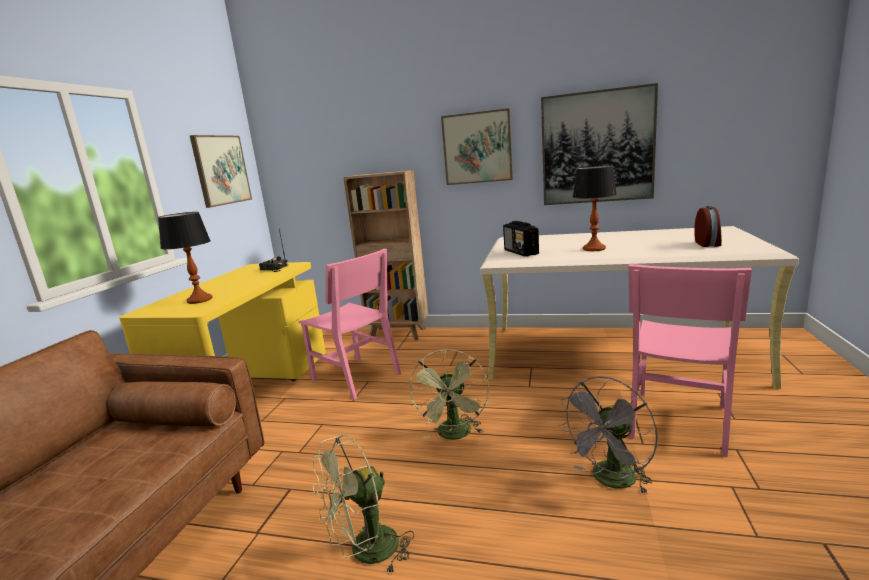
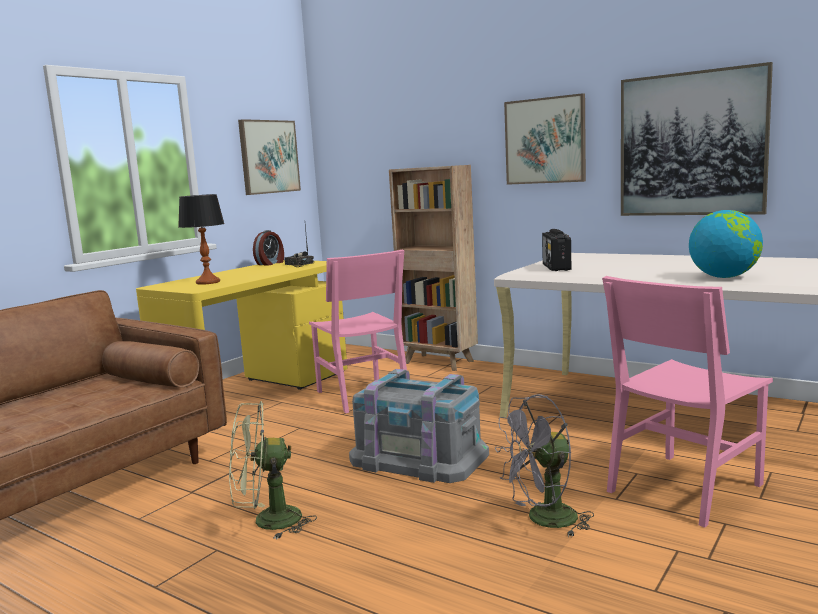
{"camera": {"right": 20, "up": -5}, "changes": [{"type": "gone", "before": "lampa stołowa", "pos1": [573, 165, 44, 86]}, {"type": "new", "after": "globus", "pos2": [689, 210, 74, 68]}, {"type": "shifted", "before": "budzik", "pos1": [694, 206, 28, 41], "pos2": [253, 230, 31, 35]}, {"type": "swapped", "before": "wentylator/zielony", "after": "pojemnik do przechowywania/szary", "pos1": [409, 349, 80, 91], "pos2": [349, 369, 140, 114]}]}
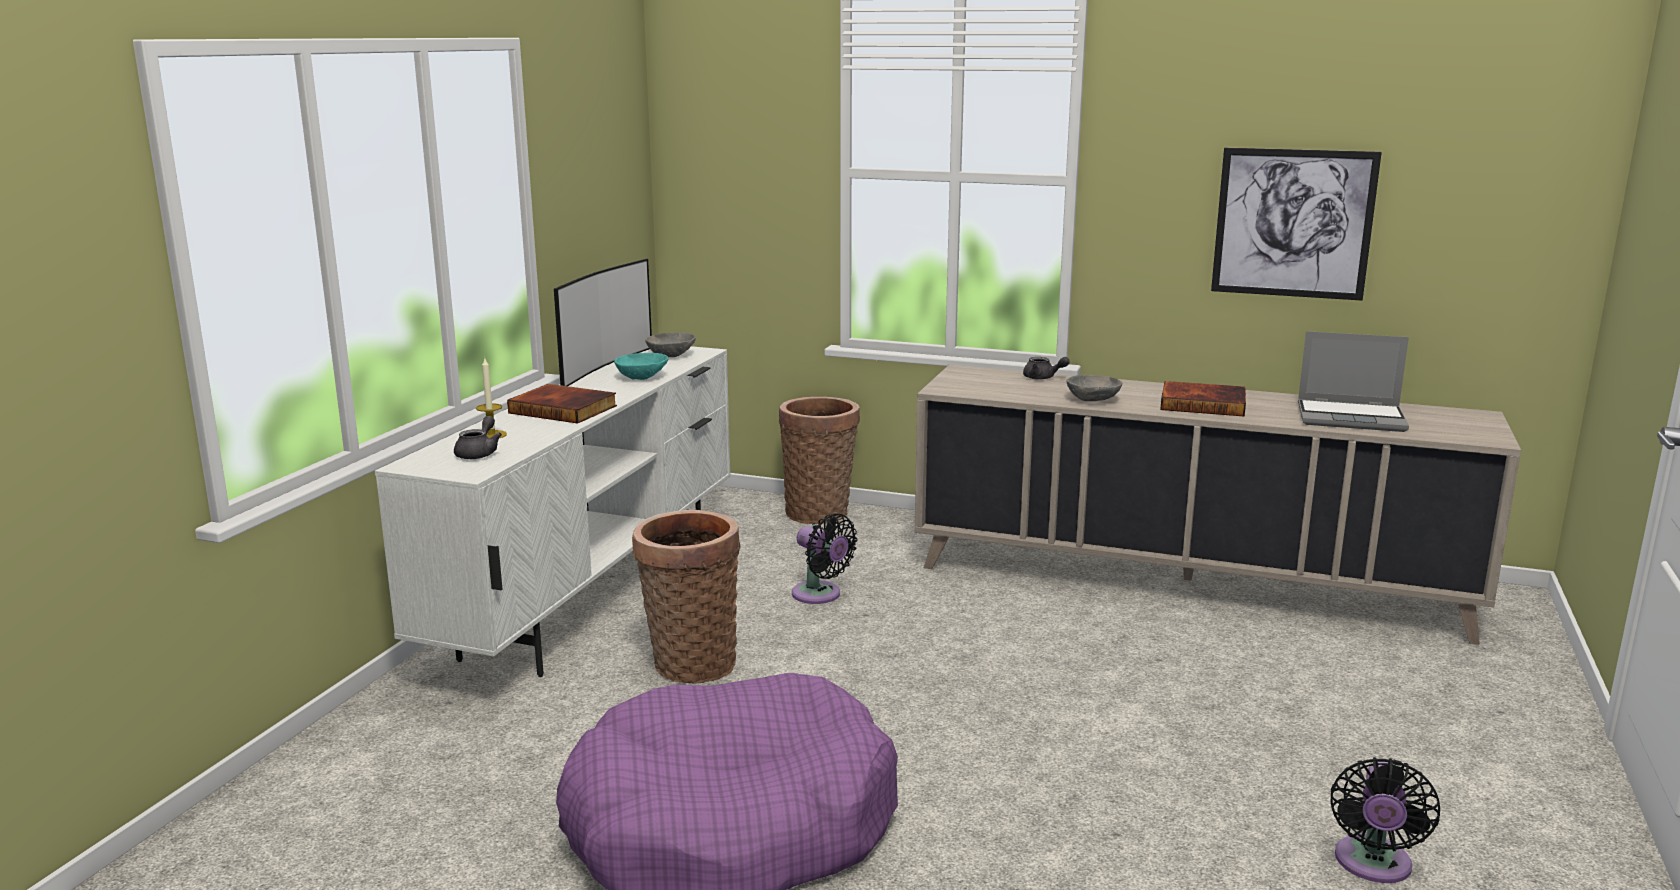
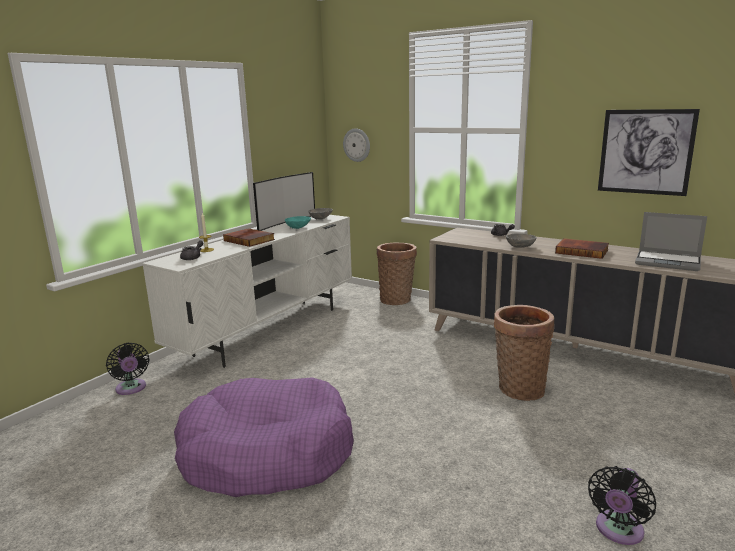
{"camera": {"right": 15, "up": 0}, "changes": [{"type": "new", "after": "zegar ścienny", "pos2": [343, 128, 27, 34]}, {"type": "shifted", "before": "koszyk", "pos1": [632, 510, 109, 174], "pos2": [494, 305, 60, 96]}, {"type": "shifted", "before": "wentylator/czarny", "pos1": [792, 513, 65, 91], "pos2": [106, 343, 44, 52]}]}
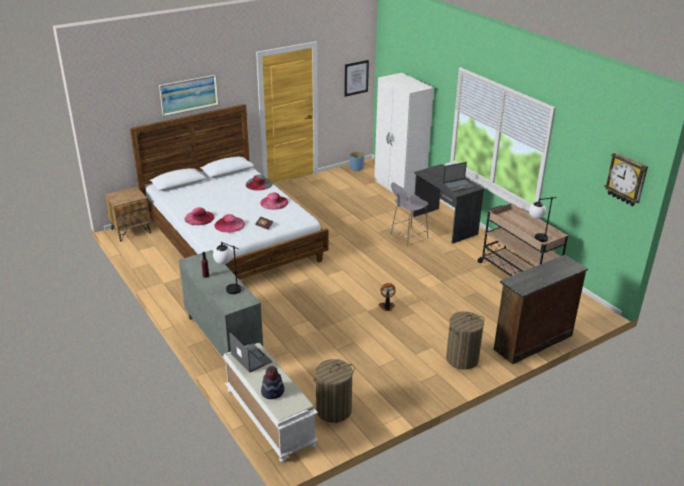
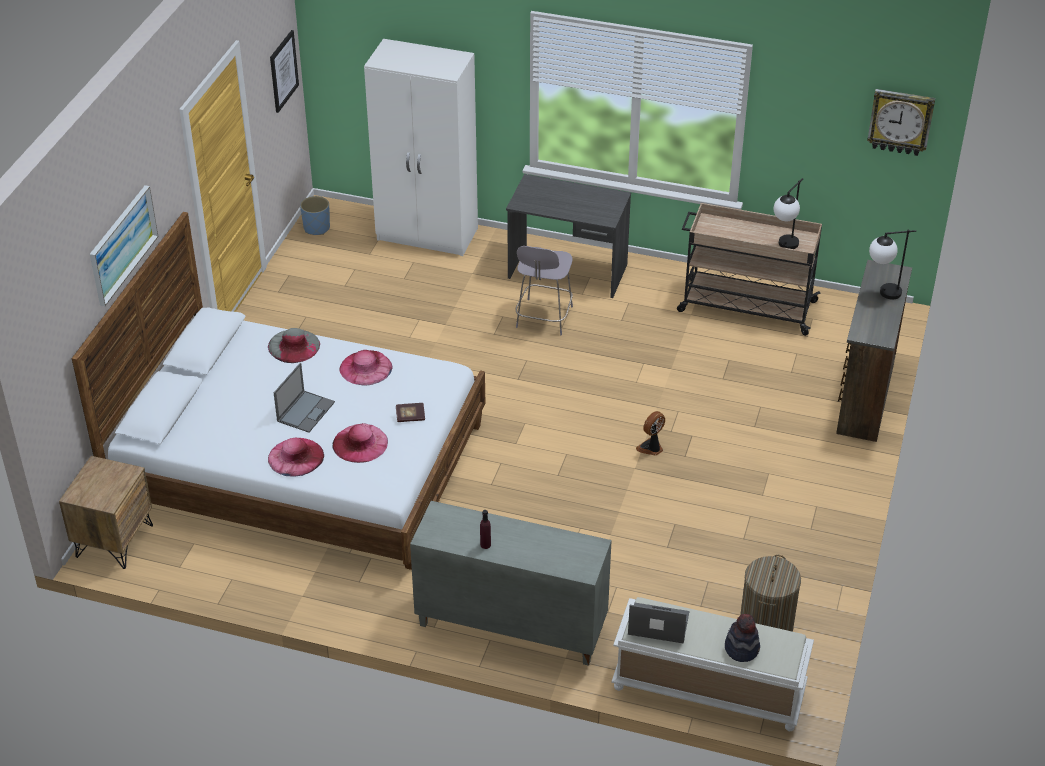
{"camera": {"right": -40, "up": 10}, "changes": [{"type": "gone", "before": "kosz na pranie", "pos1": [446, 311, 38, 59]}, {"type": "shifted", "before": "lampa stołowa", "pos1": [213, 242, 28, 52], "pos2": [869, 230, 47, 70]}, {"type": "shifted", "before": "laptop", "pos1": [443, 162, 32, 30], "pos2": [274, 363, 61, 70]}]}
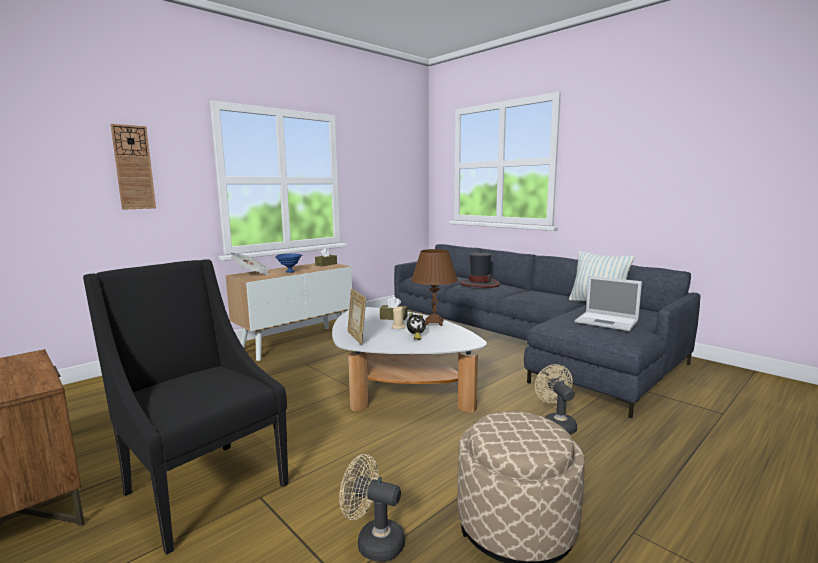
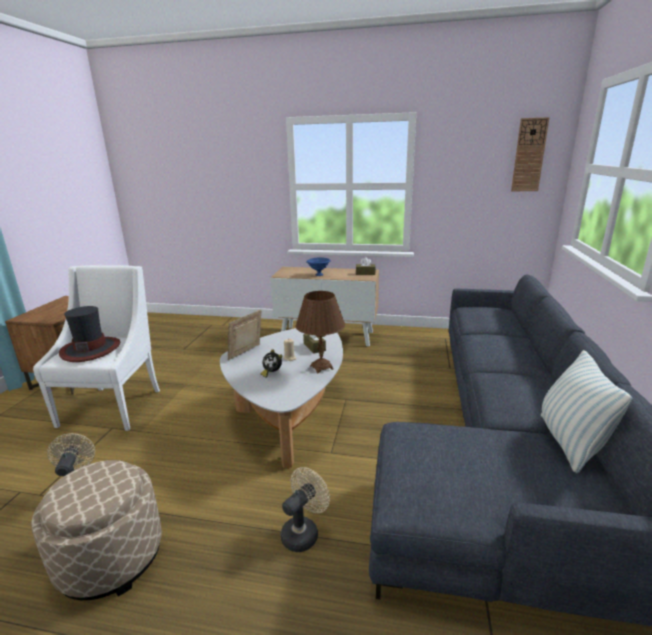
{"camera": {"right": 55, "up": 10}, "changes": [{"type": "gone", "before": "gazeta", "pos1": [230, 253, 39, 22]}, {"type": "gone", "before": "laptop", "pos1": [575, 276, 67, 55]}, {"type": "shifted", "before": "zegar ścienny", "pos1": [111, 124, 45, 86], "pos2": [511, 117, 39, 74]}, {"type": "shifted", "before": "kapelusz", "pos1": [460, 253, 40, 35], "pos2": [59, 306, 61, 56]}, {"type": "repainted", "before": "fotel/czarny", "after": "fotel/biały", "pos1": [83, 259, 205, 296], "pos2": [33, 265, 127, 166]}]}
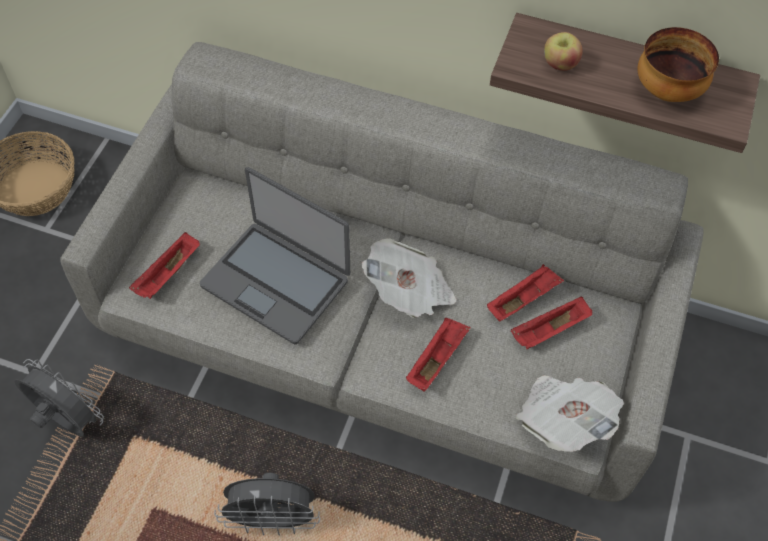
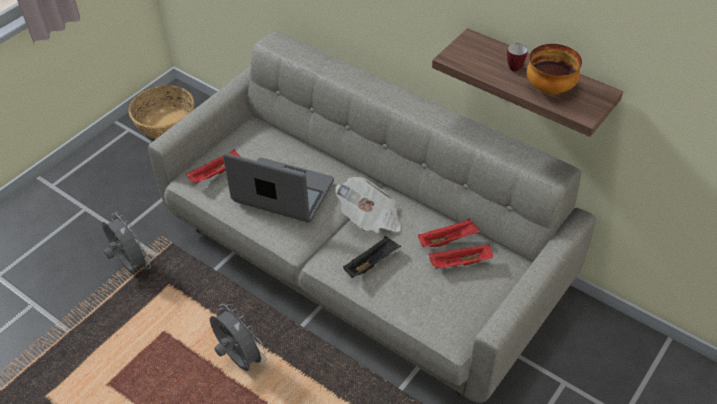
{"camera": {"right": 20, "up": -10}, "changes": [{"type": "gone", "before": "gazeta", "pos1": [515, 375, 109, 77]}, {"type": "gone", "before": "jabłko", "pos1": [544, 32, 39, 39]}, {"type": "new", "after": "kubek", "pos2": [507, 43, 21, 29]}, {"type": "repainted", "before": "taca/czerwony", "after": "taca/czarny", "pos1": [406, 318, 65, 74], "pos2": [343, 236, 58, 42]}, {"type": "rotated", "before": "laptop", "pos1": [200, 167, 150, 178], "pos2": [223, 153, 111, 70], "turn": 150}, {"type": "rotated", "before": "wentylator/szary", "pos1": [214, 473, 106, 63], "pos2": [210, 304, 57, 67], "turn": -150}]}
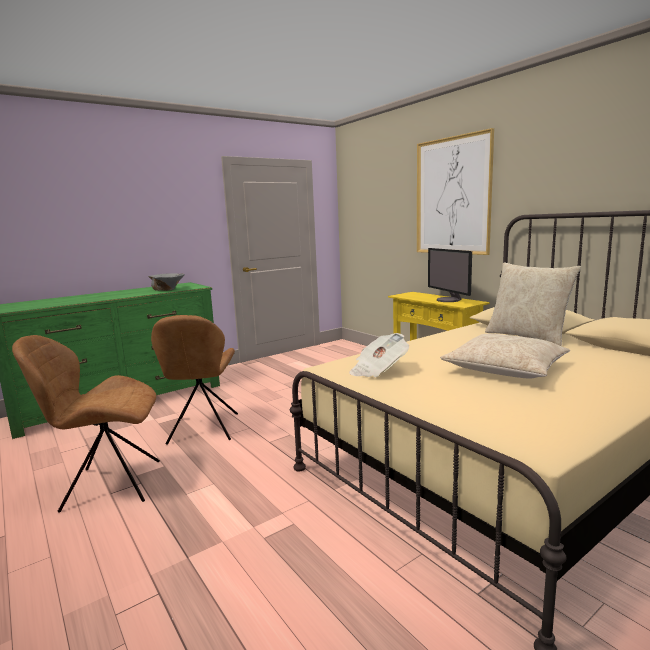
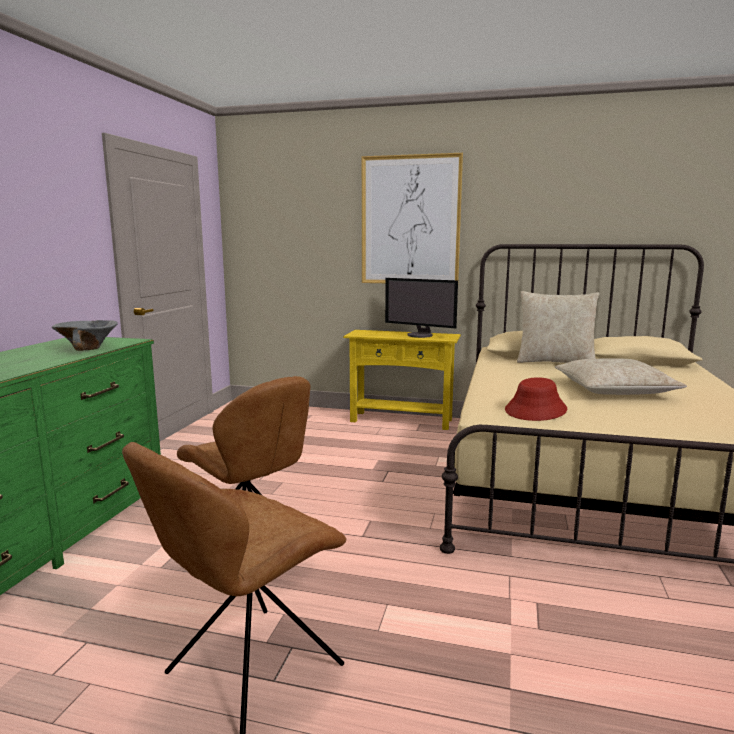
{"camera": {"right": -40, "up": 0}, "changes": [{"type": "swapped", "before": "gazeta", "after": "kapelusz/czerwony", "pos1": [349, 333, 60, 44], "pos2": [505, 377, 62, 44]}]}
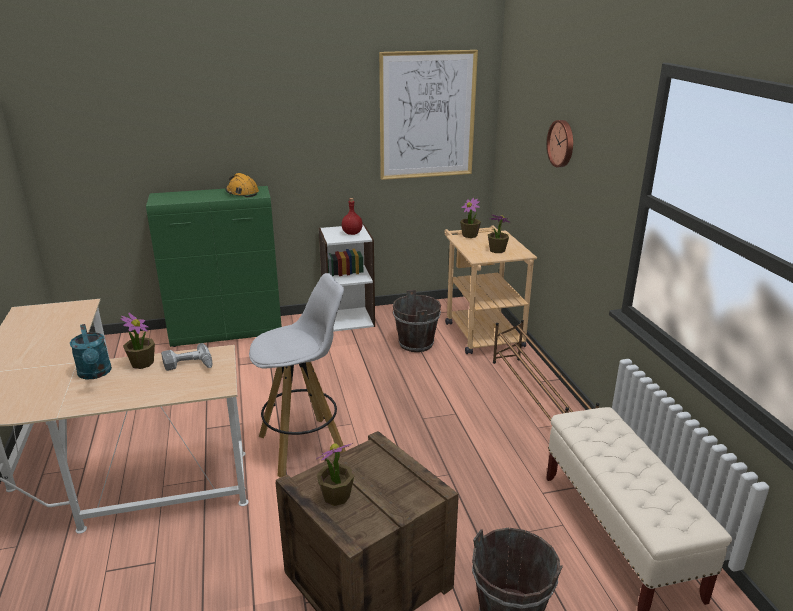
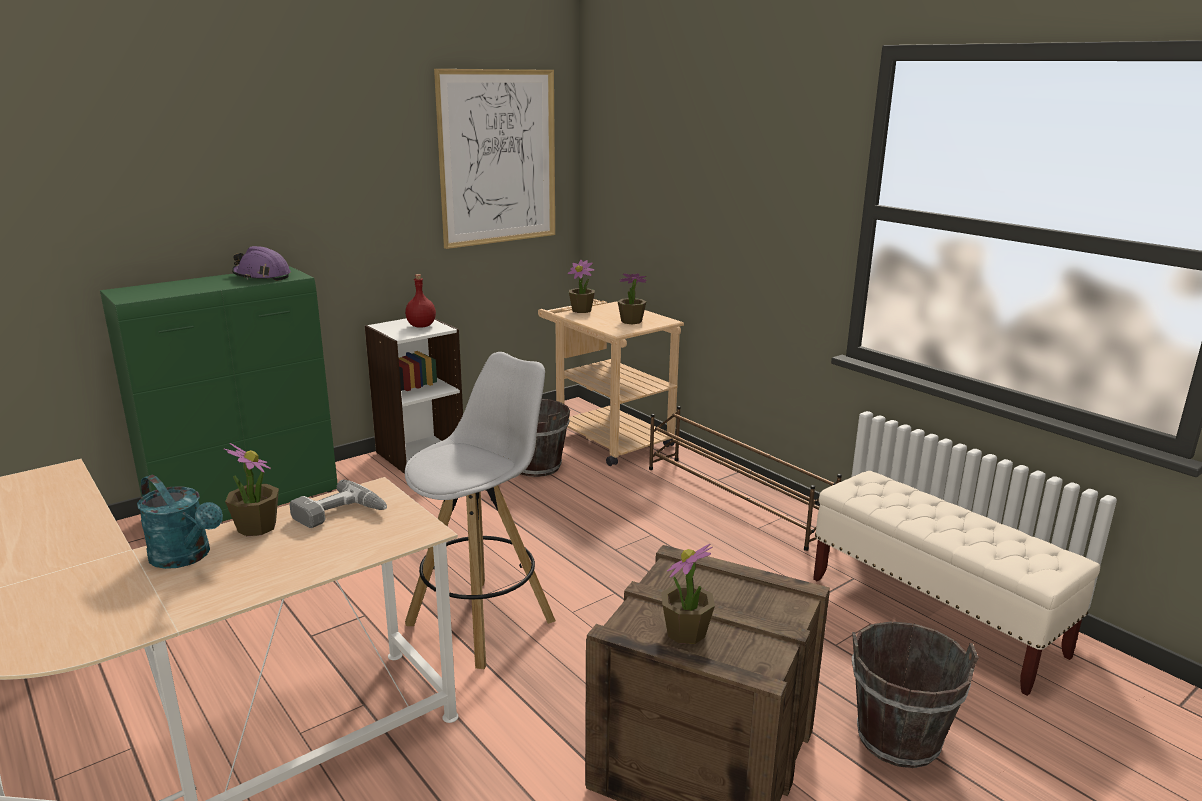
{"camera": {"right": -25, "up": -5}, "changes": [{"type": "gone", "before": "zegar ścienny", "pos1": [547, 120, 26, 47]}, {"type": "repainted", "before": "kask/pomarańczowy", "after": "kask/fioletowy", "pos1": [226, 173, 33, 25], "pos2": [232, 246, 59, 35]}]}
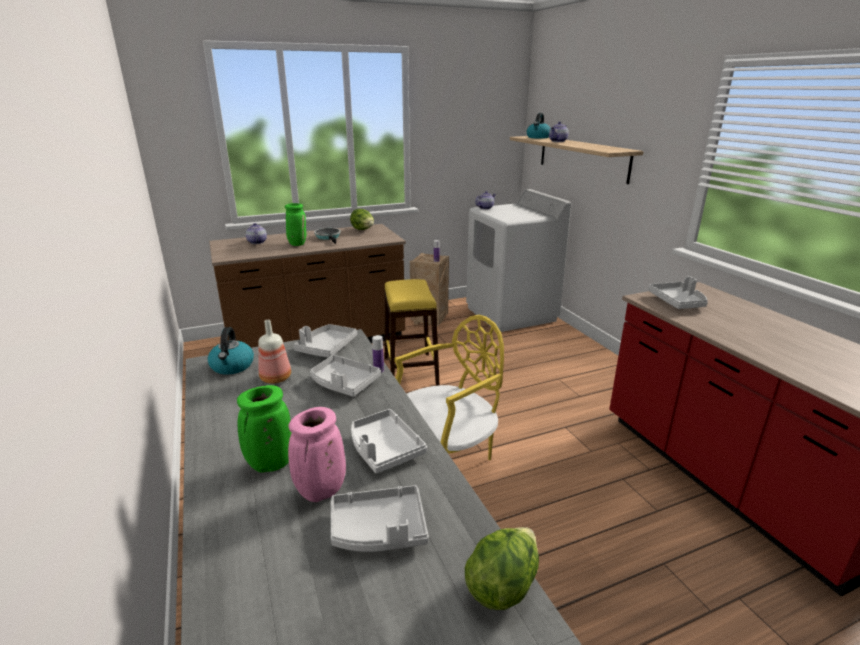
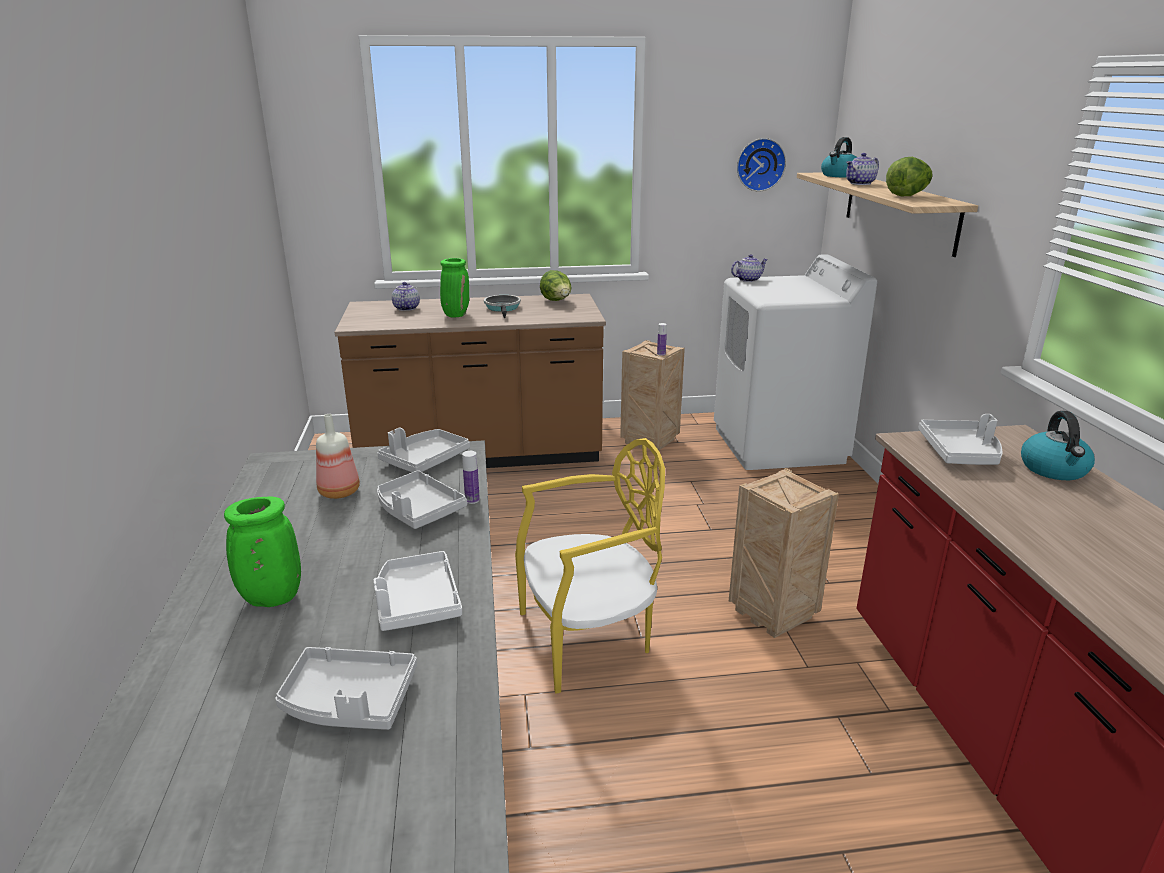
{"camera": {"right": 15, "up": 0}, "changes": [{"type": "gone", "before": "wazon/różowy", "pos1": [288, 407, 58, 95]}, {"type": "gone", "before": "stołek/żółty", "pos1": [385, 279, 54, 106]}, {"type": "new", "after": "skrzynka", "pos2": [729, 468, 110, 170]}, {"type": "new", "after": "zegar ścienny", "pos2": [737, 138, 49, 53]}, {"type": "shifted", "before": "czajnik", "pos1": [208, 327, 46, 48], "pos2": [1021, 411, 74, 69]}, {"type": "shifted", "before": "sałata", "pos1": [465, 527, 74, 83], "pos2": [886, 157, 47, 39]}]}
